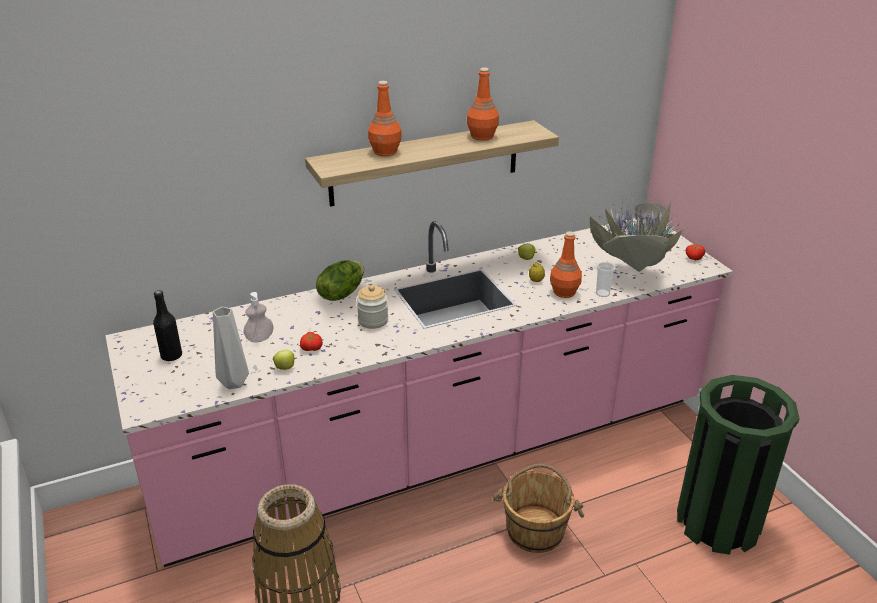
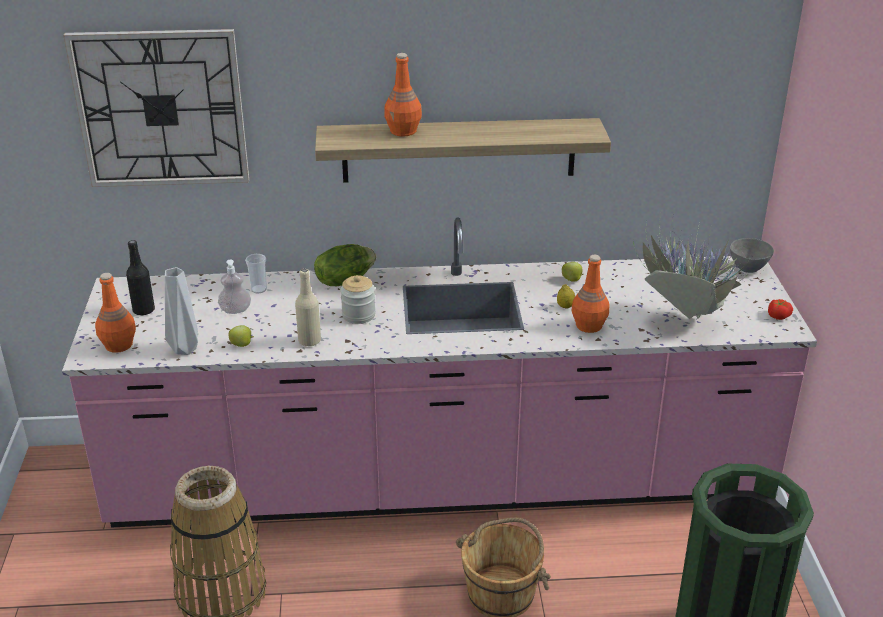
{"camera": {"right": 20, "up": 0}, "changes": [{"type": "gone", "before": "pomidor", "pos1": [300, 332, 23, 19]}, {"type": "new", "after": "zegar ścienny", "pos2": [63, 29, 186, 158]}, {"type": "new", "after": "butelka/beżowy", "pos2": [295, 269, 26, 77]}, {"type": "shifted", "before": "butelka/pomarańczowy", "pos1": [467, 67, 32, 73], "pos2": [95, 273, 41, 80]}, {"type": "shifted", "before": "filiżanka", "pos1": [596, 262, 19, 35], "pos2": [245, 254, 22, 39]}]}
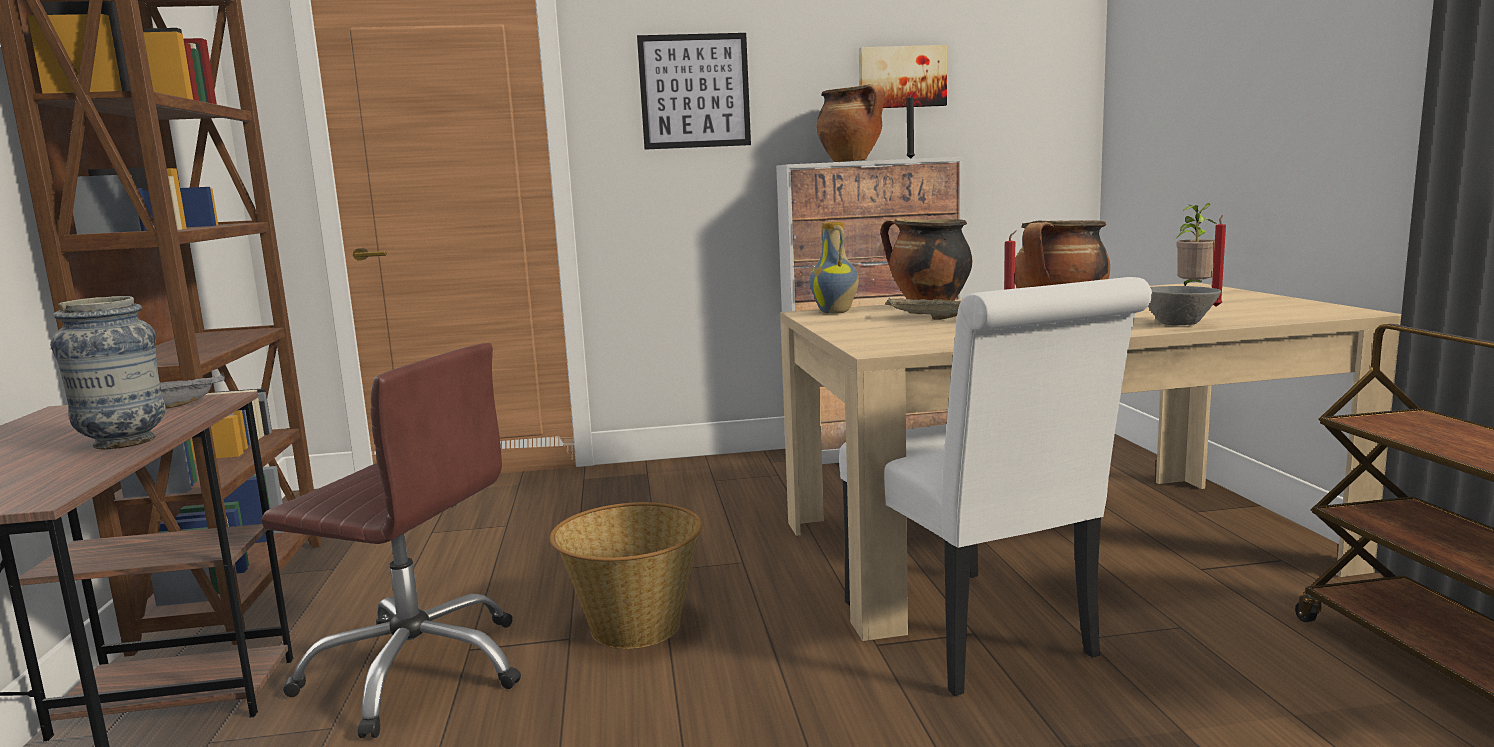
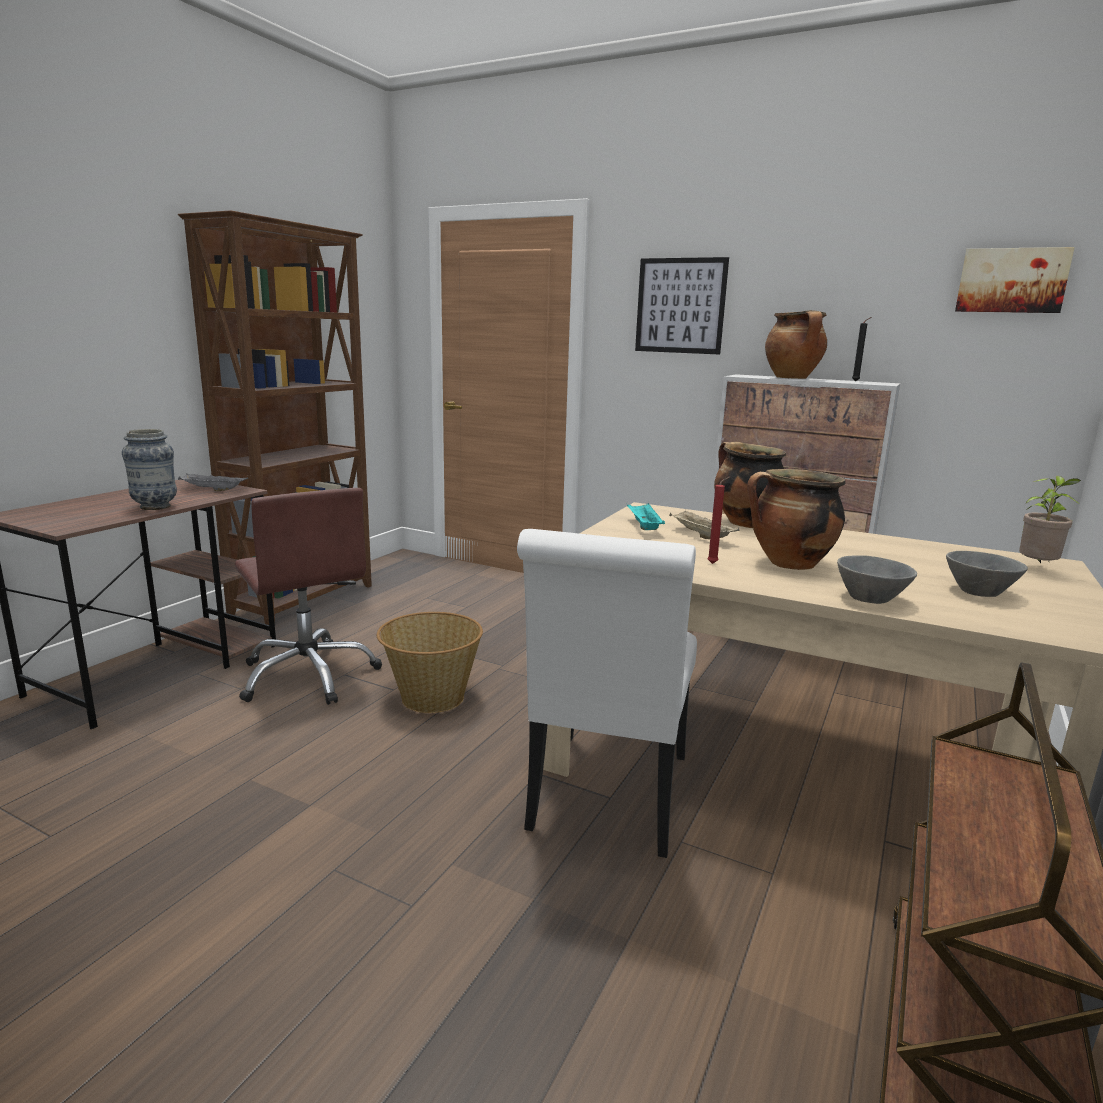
{"camera": {"right": 35, "up": 5}, "changes": [{"type": "gone", "before": "wazon", "pos1": [810, 222, 49, 92]}, {"type": "new", "after": "taca/turkusowy", "pos2": [627, 503, 38, 27]}, {"type": "shifted", "before": "obraz", "pos1": [859, 45, 88, 63], "pos2": [955, 247, 120, 66]}, {"type": "swapped", "before": "świeca/czerwony", "after": "miska/szary", "pos1": [1212, 215, 14, 92], "pos2": [946, 551, 82, 46]}]}
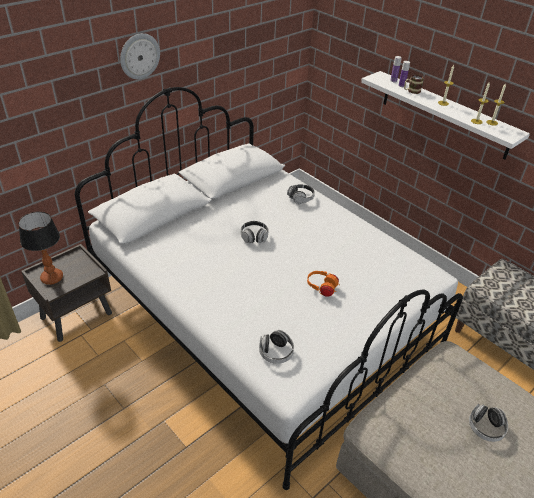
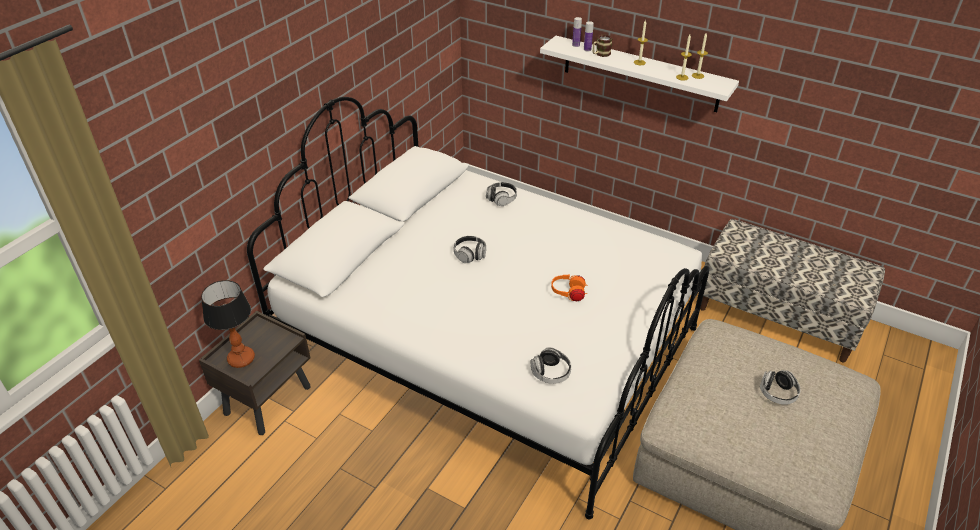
{"camera": {"right": -15, "up": 0}, "changes": [{"type": "gone", "before": "zegar ścienny", "pos1": [120, 33, 40, 46]}]}
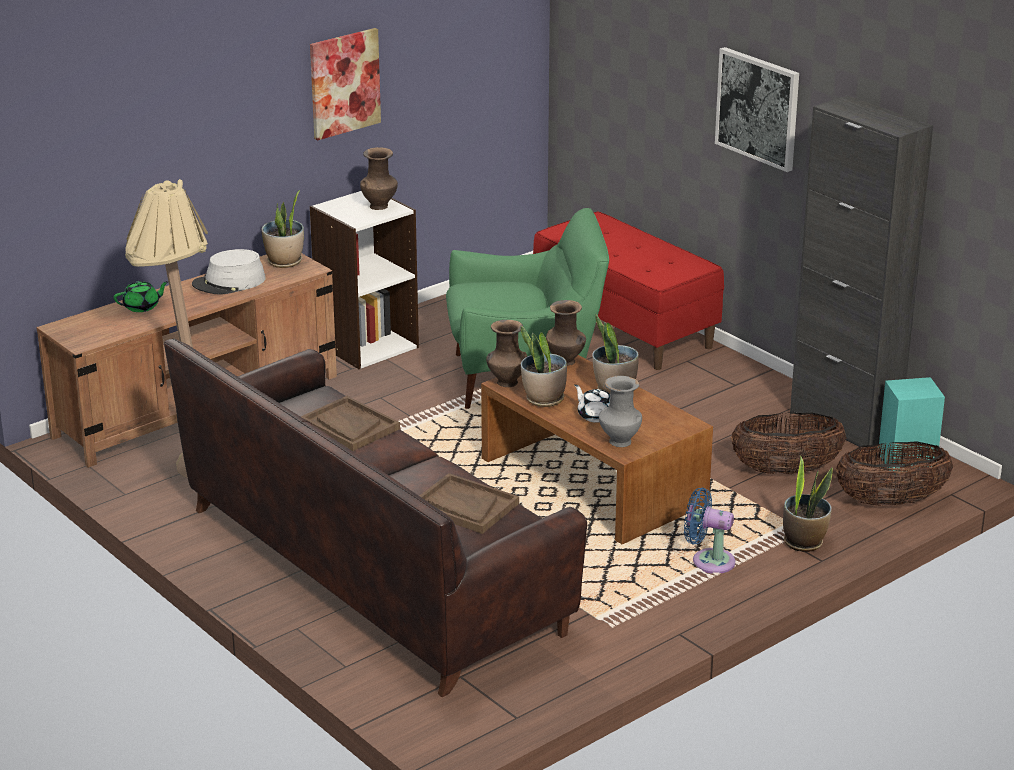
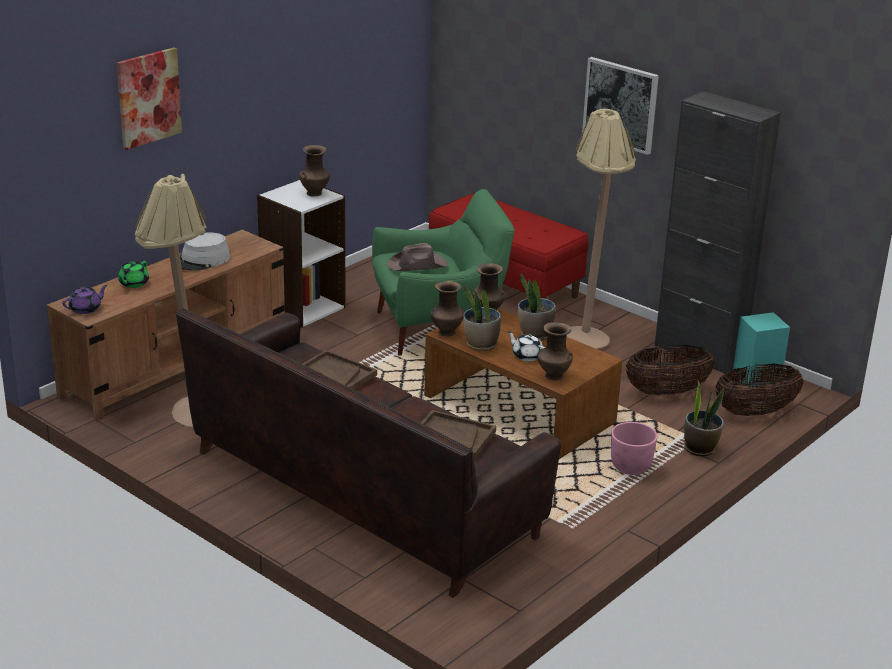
{"camera": {"right": -10, "up": 0}, "changes": [{"type": "gone", "before": "roślina doniczkowa", "pos1": [261, 190, 43, 78]}, {"type": "new", "after": "imbryk/fioletowy", "pos2": [62, 285, 46, 29]}, {"type": "new", "after": "kapelusz/brązowy", "pos2": [386, 243, 61, 28]}, {"type": "new", "after": "lampa stojąca/beżowy", "pos2": [566, 109, 70, 240]}, {"type": "shifted", "before": "obraz", "pos1": [310, 28, 71, 113], "pos2": [117, 48, 65, 102]}, {"type": "swapped", "before": "wentylator/niebieski", "after": "donica/różowy", "pos1": [684, 488, 51, 86], "pos2": [611, 422, 47, 53]}, {"type": "repainted", "before": "wazon/szary", "after": "wazon/brązowy", "pos1": [599, 376, 43, 71], "pos2": [537, 322, 36, 59]}, {"type": "rotated", "before": "imbryk/zielony", "pos1": [114, 281, 54, 31], "pos2": [117, 261, 32, 27], "turn": 150}]}
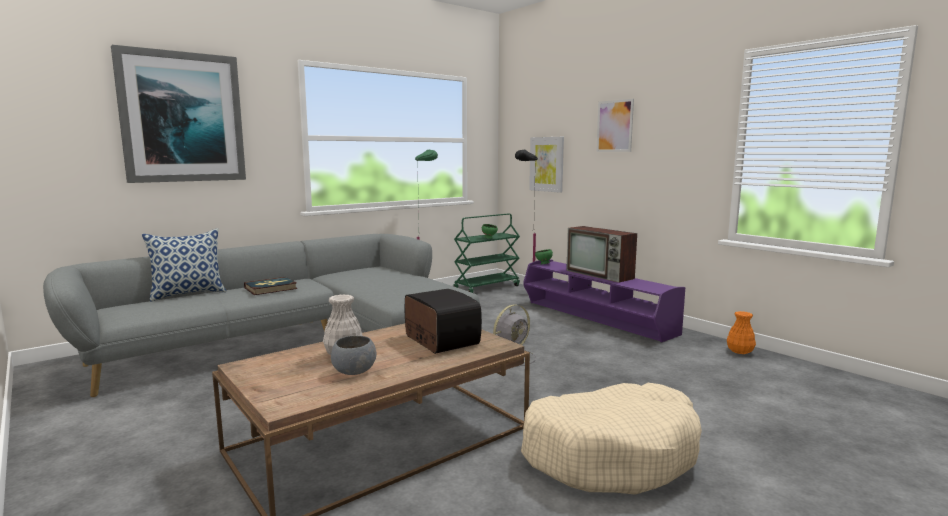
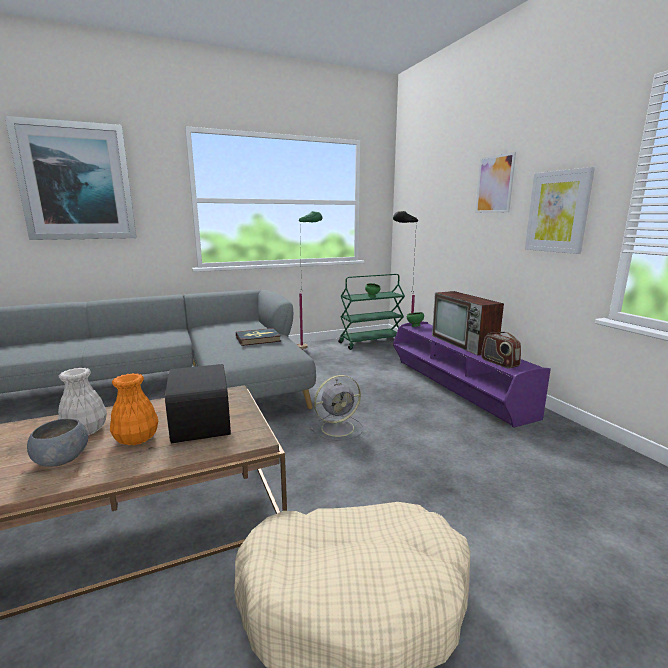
{"camera": {"right": 15, "up": 5}, "changes": [{"type": "gone", "before": "poduszka", "pos1": [142, 228, 84, 74]}, {"type": "new", "after": "radio", "pos2": [481, 332, 40, 37]}, {"type": "shifted", "before": "książka", "pos1": [244, 277, 54, 18], "pos2": [236, 328, 45, 18]}, {"type": "shifted", "before": "obraz", "pos1": [529, 137, 35, 56], "pos2": [525, 167, 70, 87]}, {"type": "shifted", "before": "wazon/pomarańczowy", "pos1": [727, 311, 29, 43], "pos2": [110, 373, 49, 72]}]}
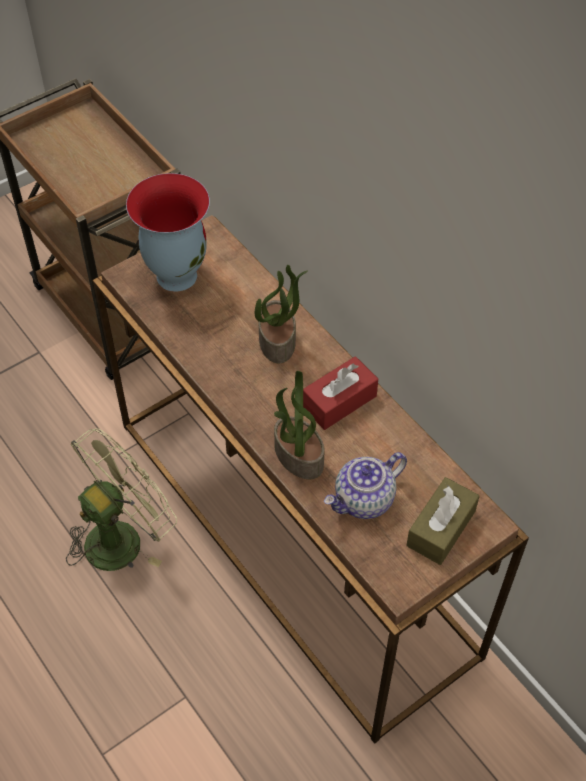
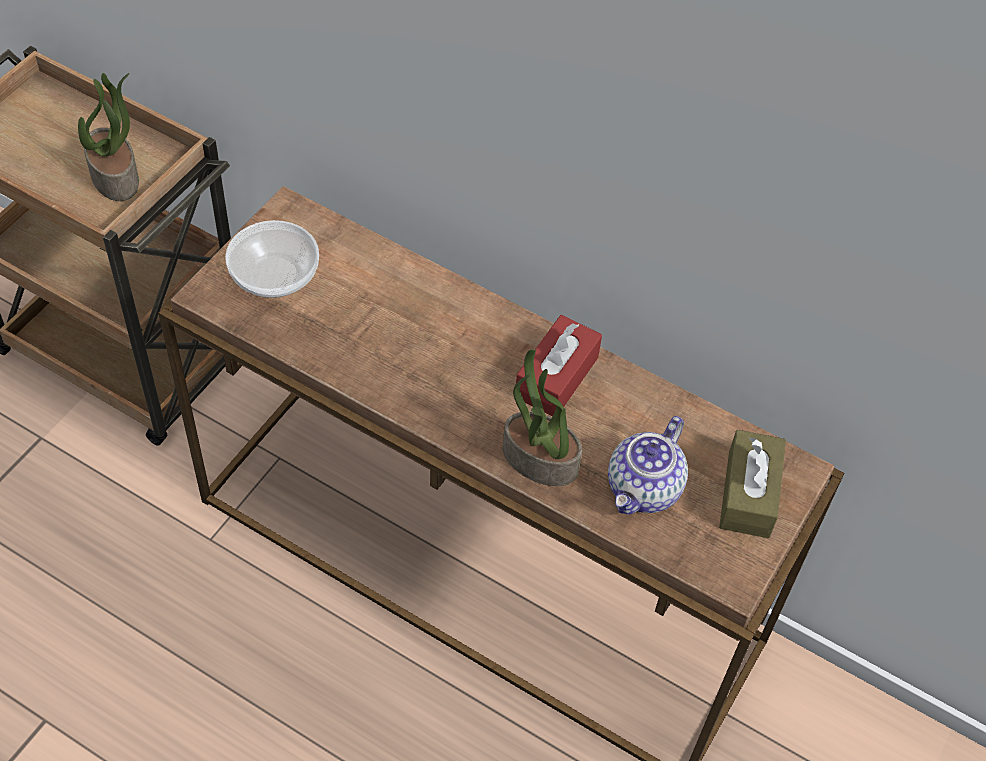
{"camera": {"right": -25, "up": 0}, "changes": [{"type": "gone", "before": "wentylator/zielony", "pos1": [66, 428, 111, 143]}, {"type": "shifted", "before": "roślina doniczkowa", "pos1": [255, 265, 53, 98], "pos2": [78, 73, 61, 128]}, {"type": "swapped", "before": "wazon", "after": "miska", "pos1": [126, 173, 84, 119], "pos2": [225, 220, 94, 78]}]}
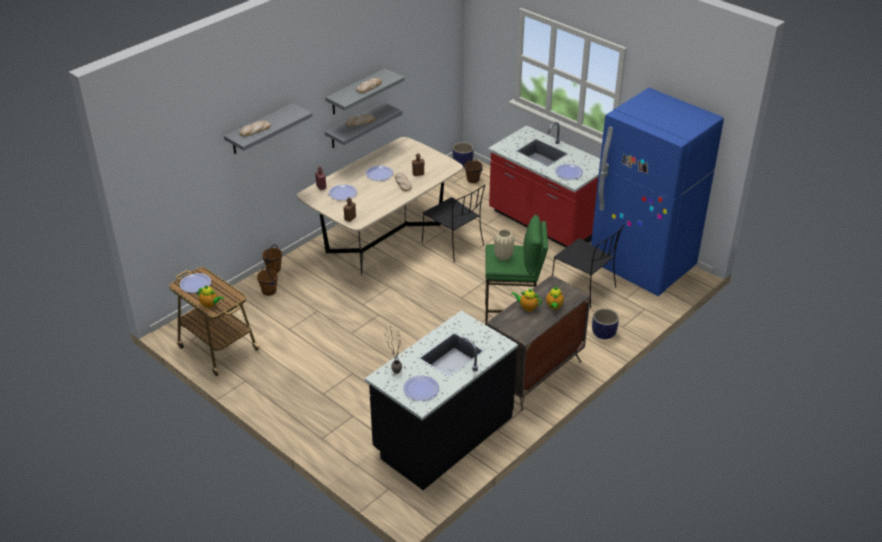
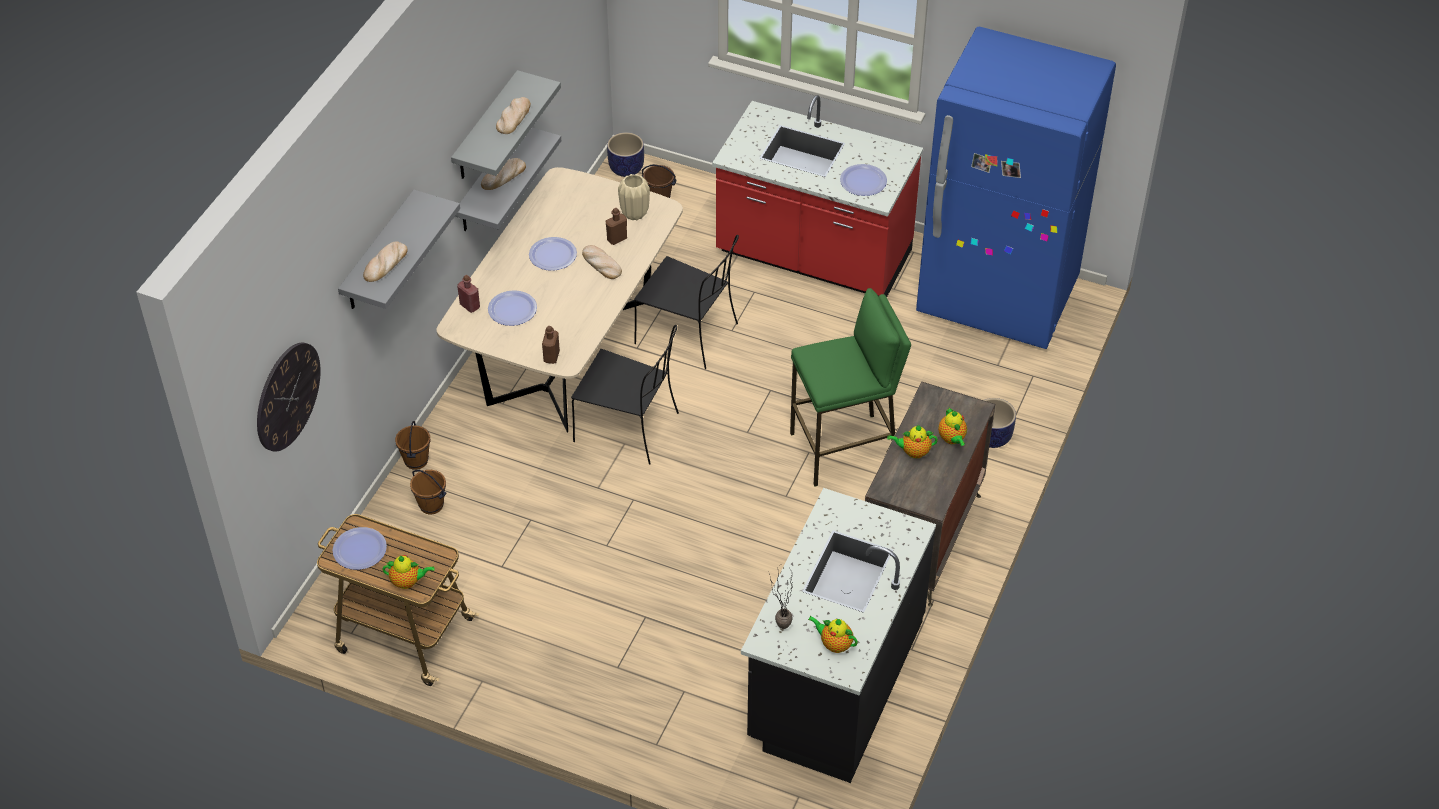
{"camera": {"right": -20, "up": 10}, "changes": [{"type": "new", "after": "zegar ścienny", "pos2": [257, 342, 64, 110]}, {"type": "shifted", "before": "wazon/beżowy", "pos1": [494, 229, 21, 32], "pos2": [618, 174, 32, 46]}, {"type": "shifted", "before": "krzesło/czarny", "pos1": [552, 225, 72, 83], "pos2": [571, 325, 108, 139]}, {"type": "swapped", "before": "talerz", "after": "imbryk", "pos1": [403, 375, 36, 26], "pos2": [808, 616, 50, 37]}]}
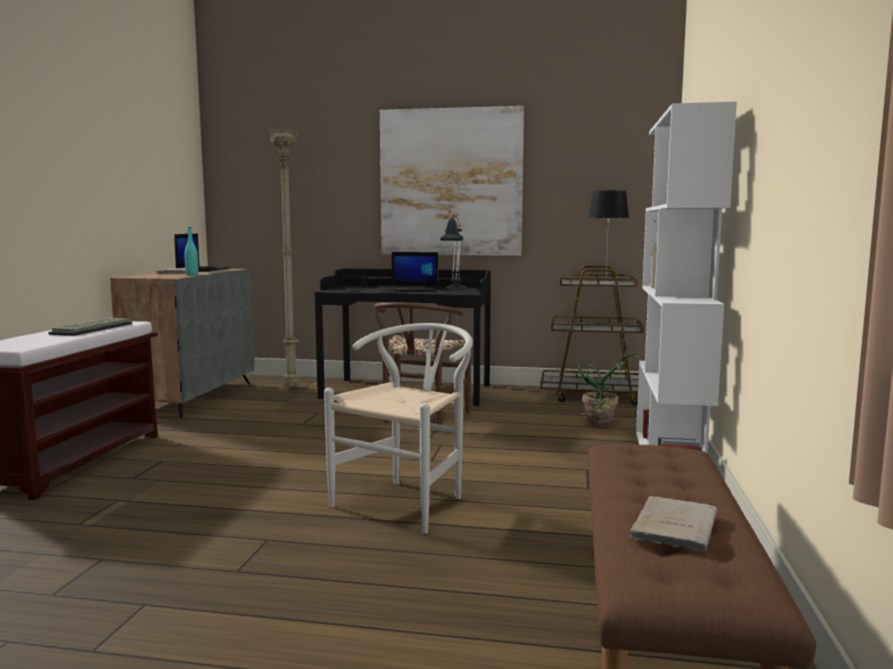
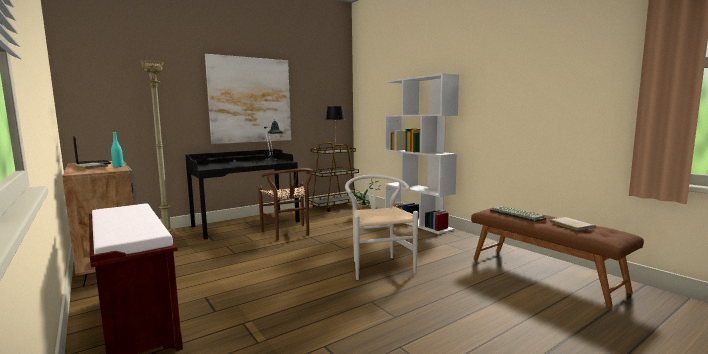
{"camera": {"right": -45, "up": 0}, "changes": [{"type": "gone", "before": "laptop", "pos1": [385, 252, 53, 39]}, {"type": "shifted", "before": "klawiatura", "pos1": [48, 318, 84, 18], "pos2": [490, 206, 56, 16]}]}
